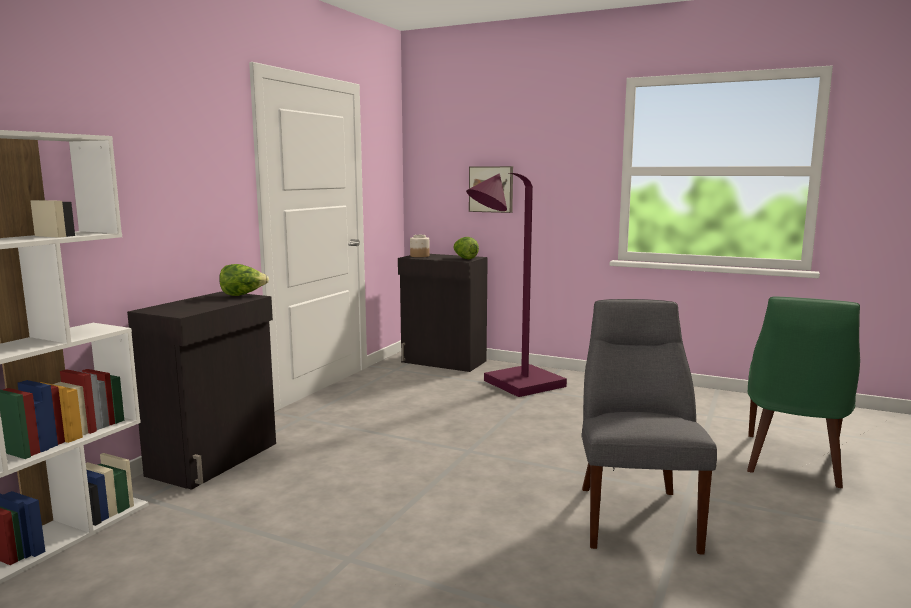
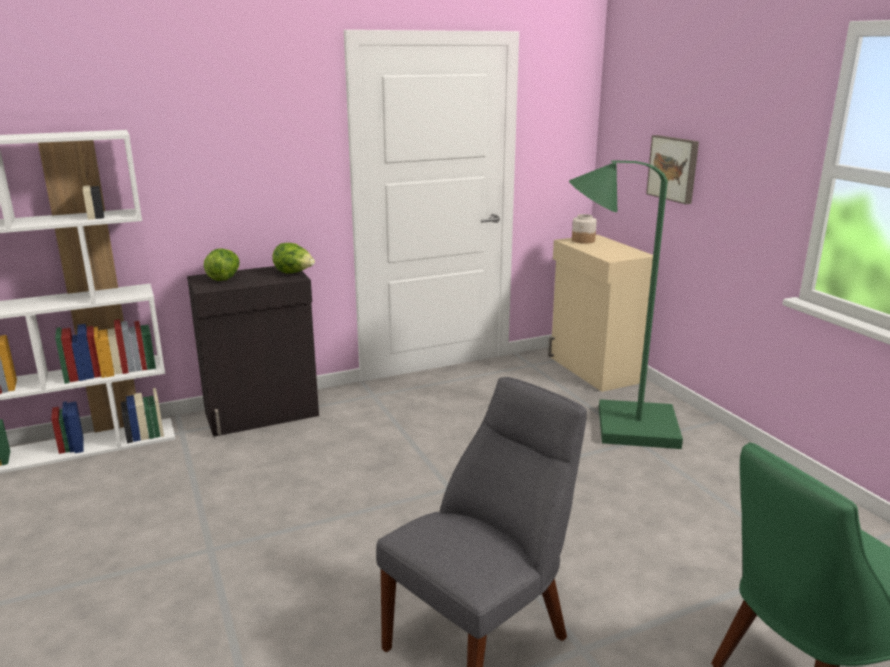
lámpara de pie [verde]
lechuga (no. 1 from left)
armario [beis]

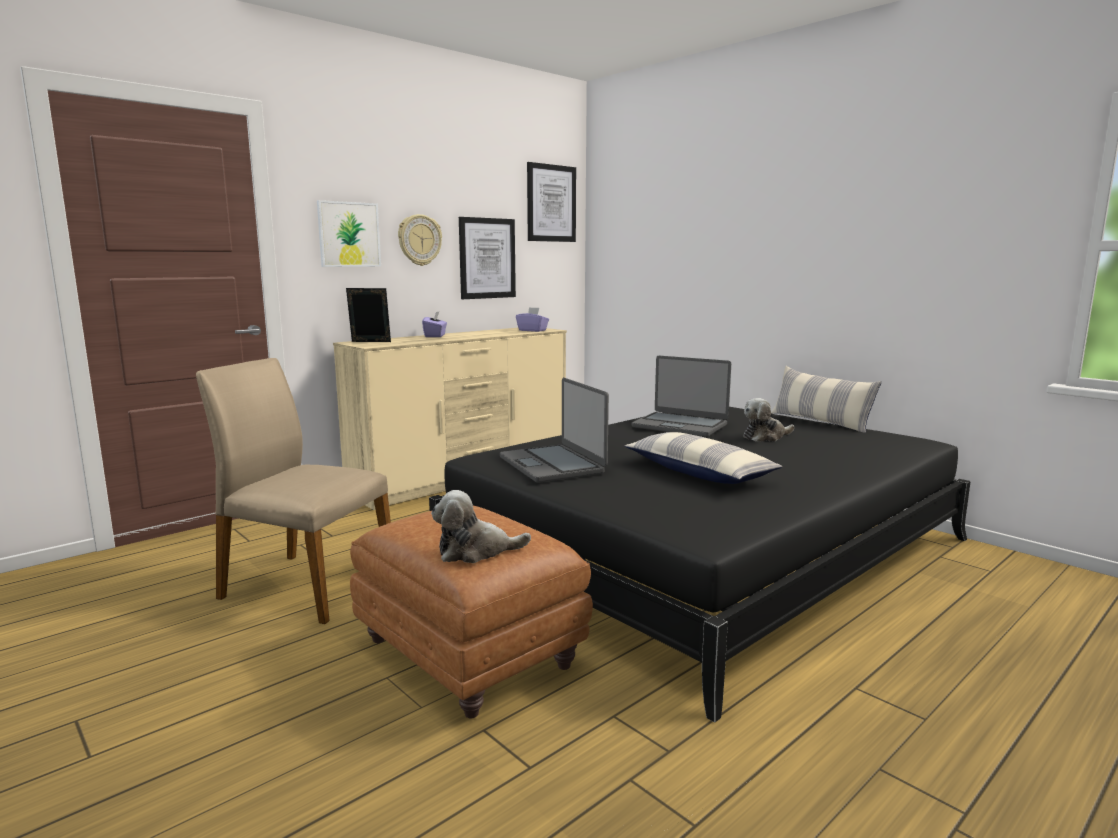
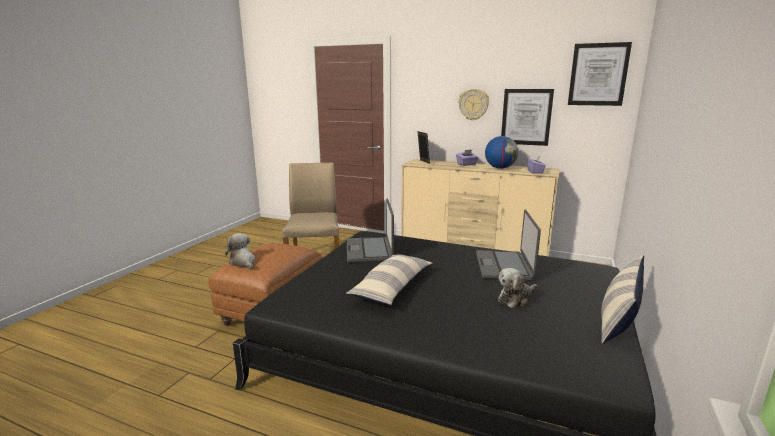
cuadro (no. 1 from left in the first image)
portátil (no. 1 from left)
peluche (no. 2 from left)
globo terráqueo

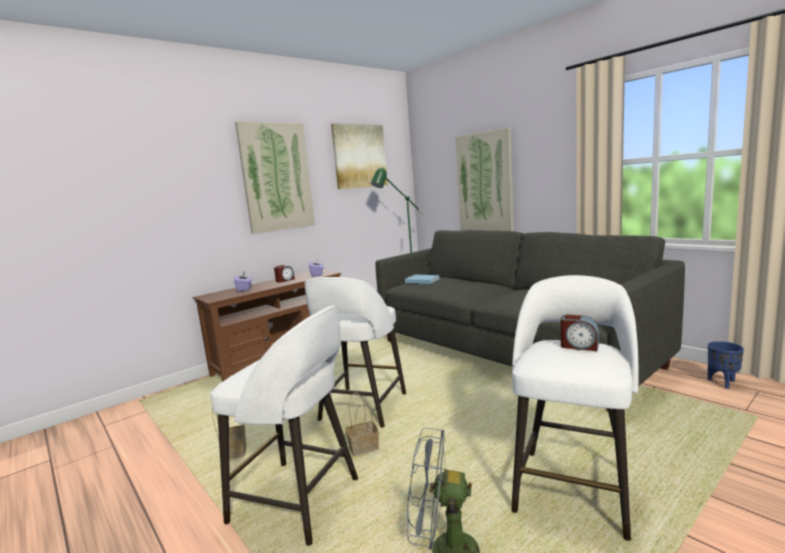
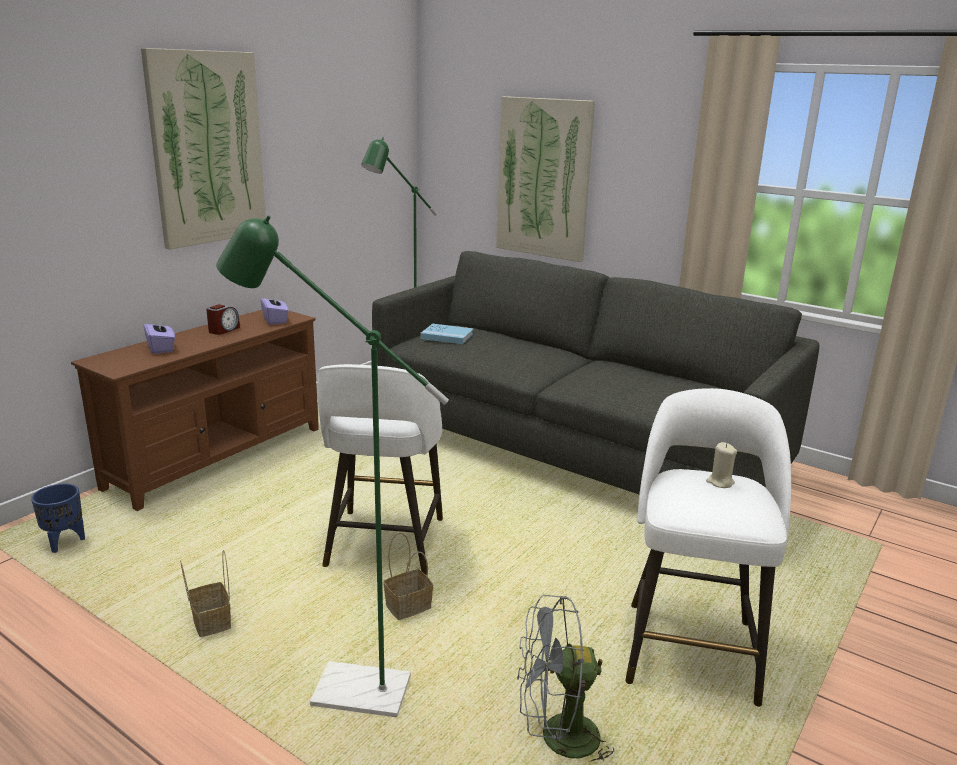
cuadro (no. 2 from left in the first image)
lámpara de pie [verde] (no. 1 from left)
vela [beis]
maceta [azul]

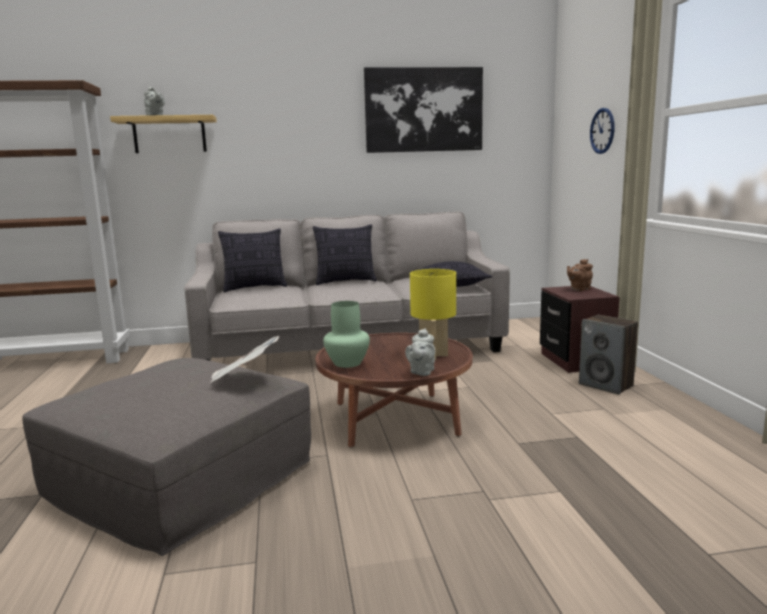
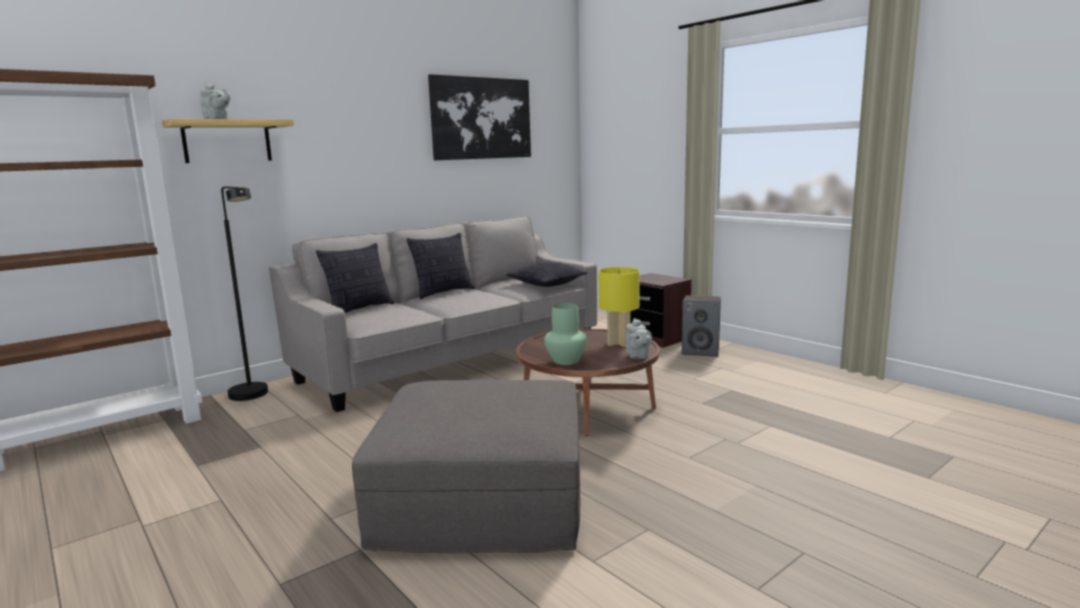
reloj de pared
tetera [marrón]
periódico
lámpara de pie [negro]

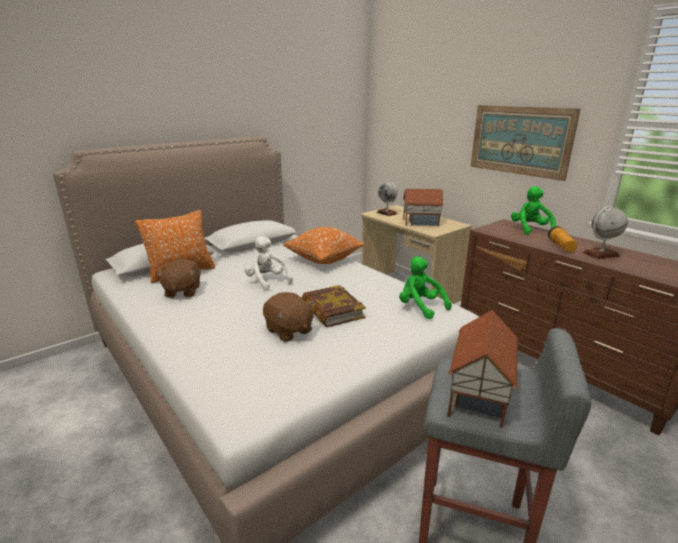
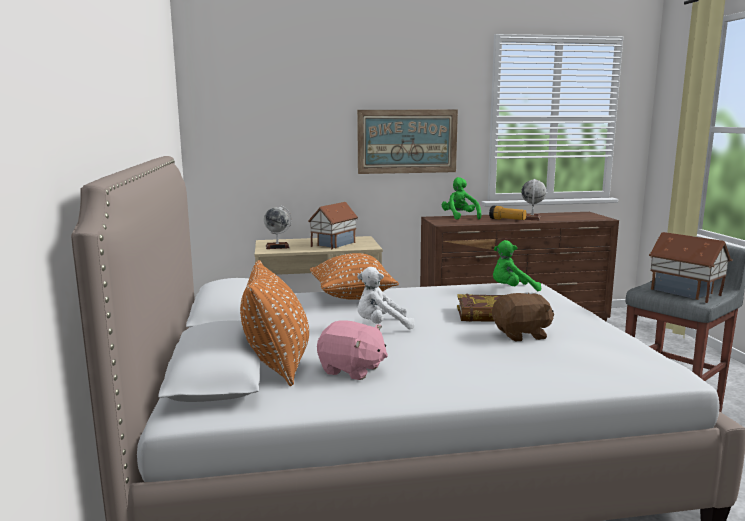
peluche [verde] (no. 1 from left)
peluche [rosa]

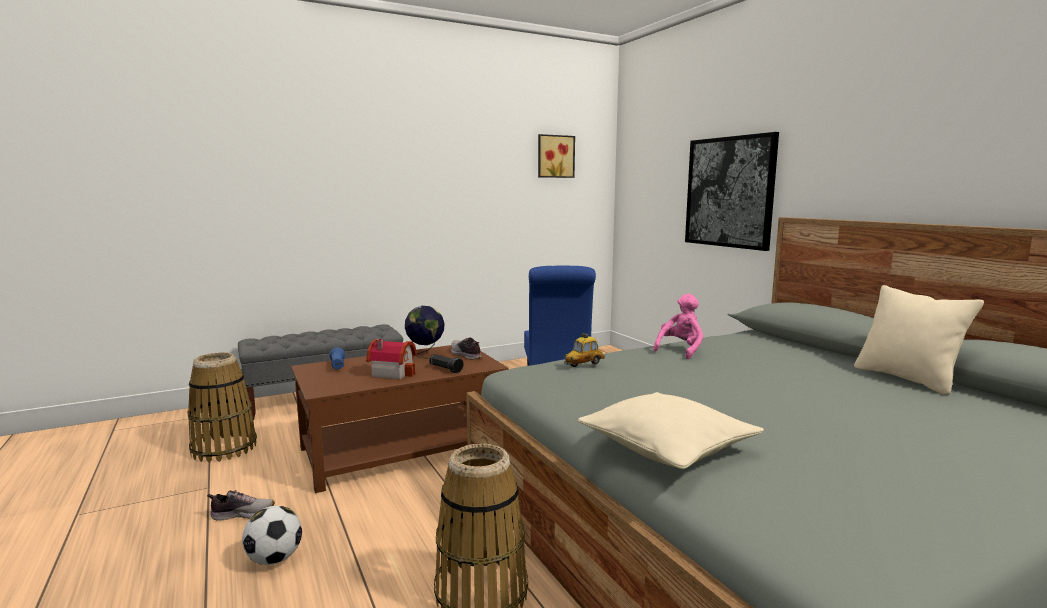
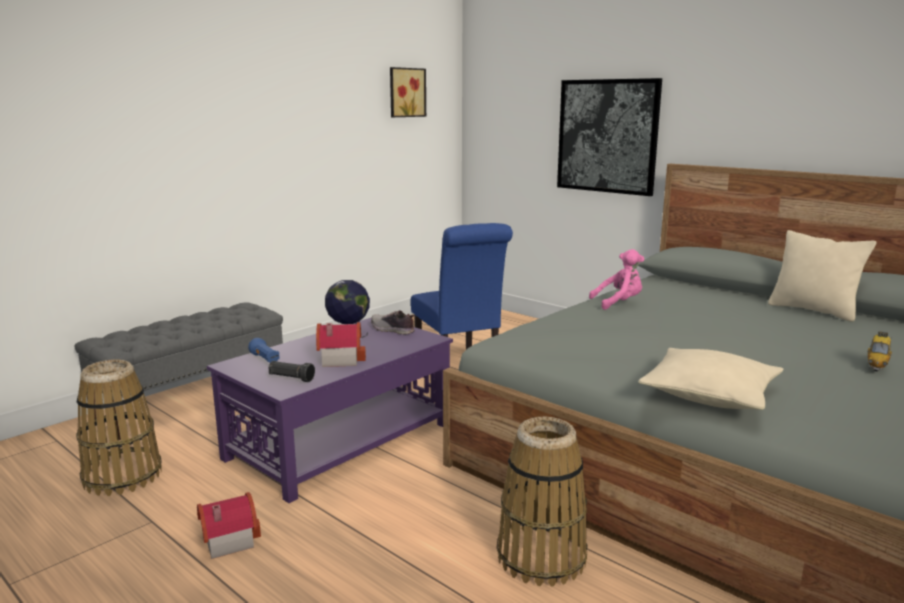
peluche [rosa]
coche de juguete
mesa de centro [morado]
linterna [negro]
casita (no. 1 from left)
balón de fútbol

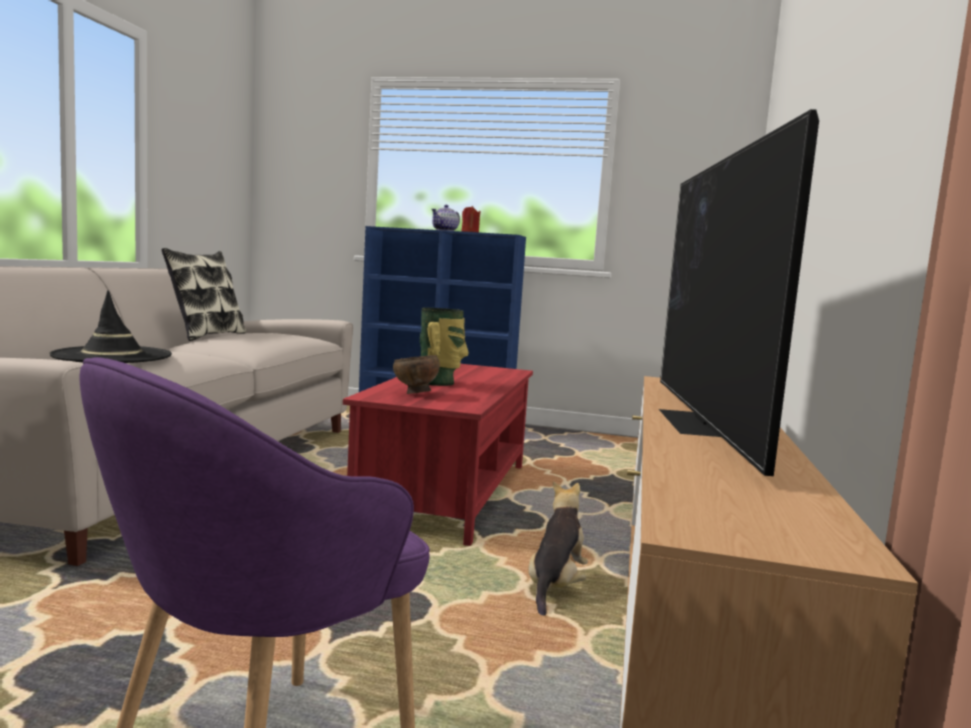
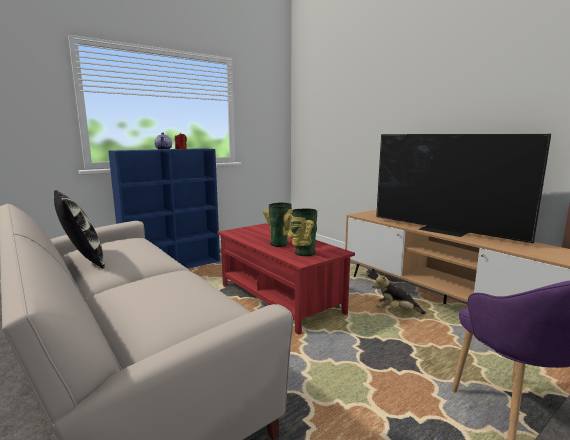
sombrero [negro]
florero (no. 2 from left)
peluche

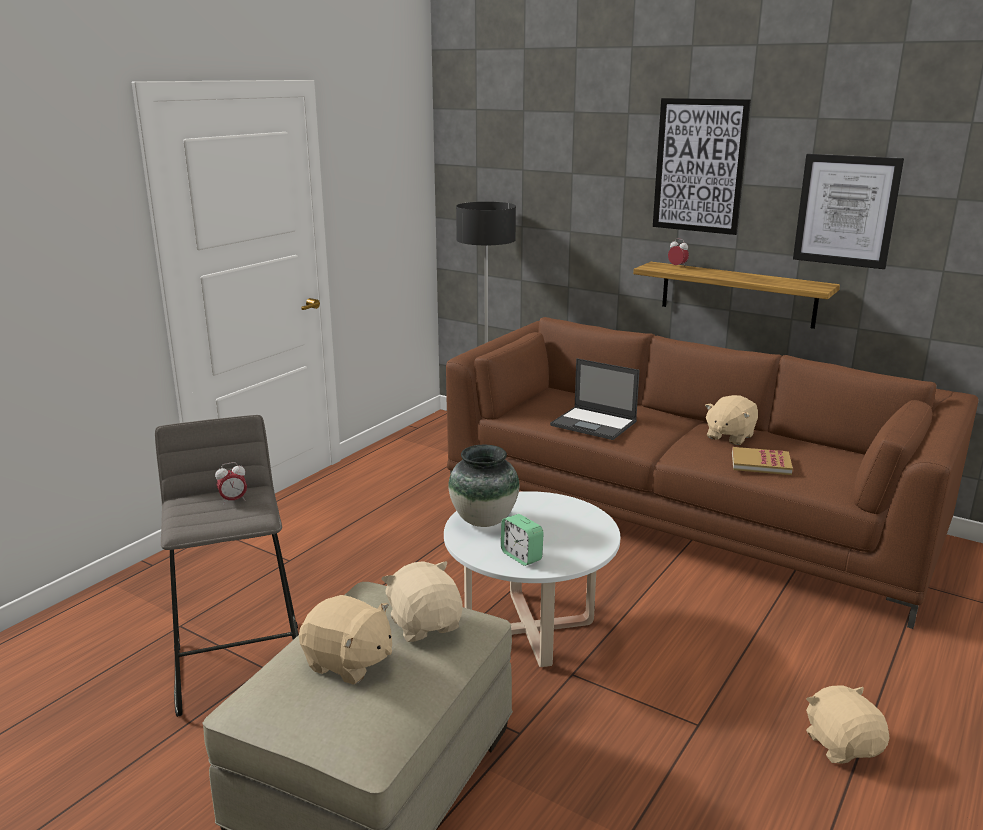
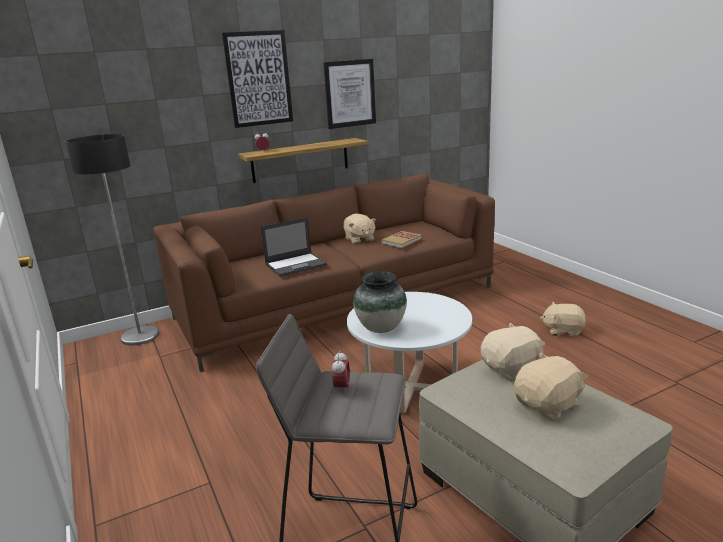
despertador (no. 2 from left in the first image)
peluche [beis] (no. 2 from left)

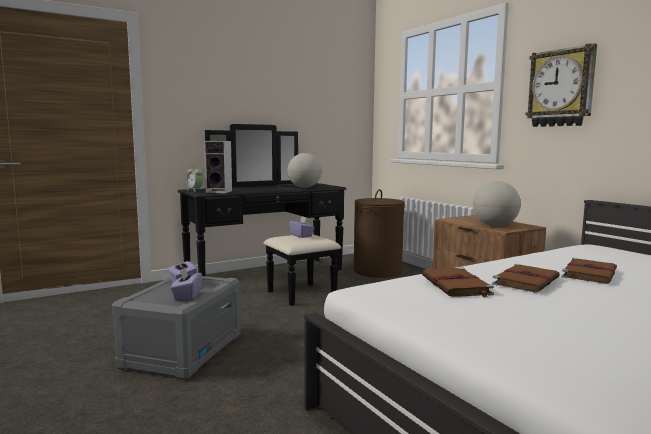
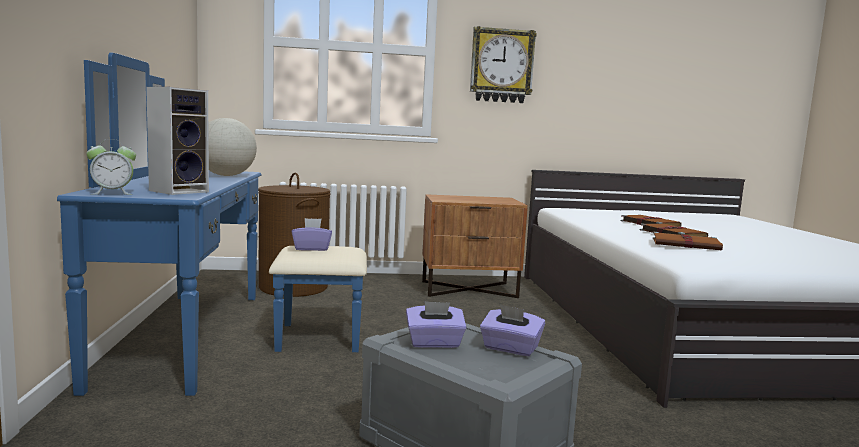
cómoda [azul]
globo terráqueo (no. 2 from left in the first image)

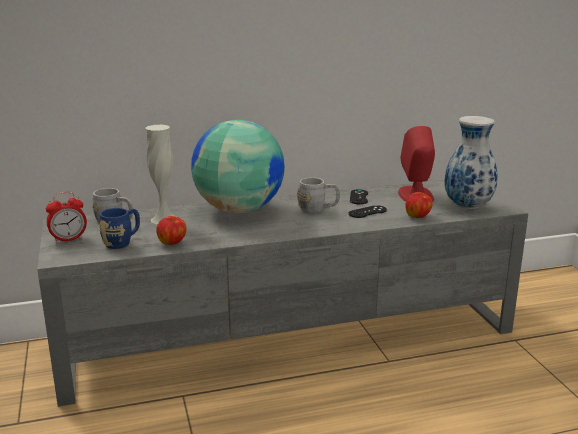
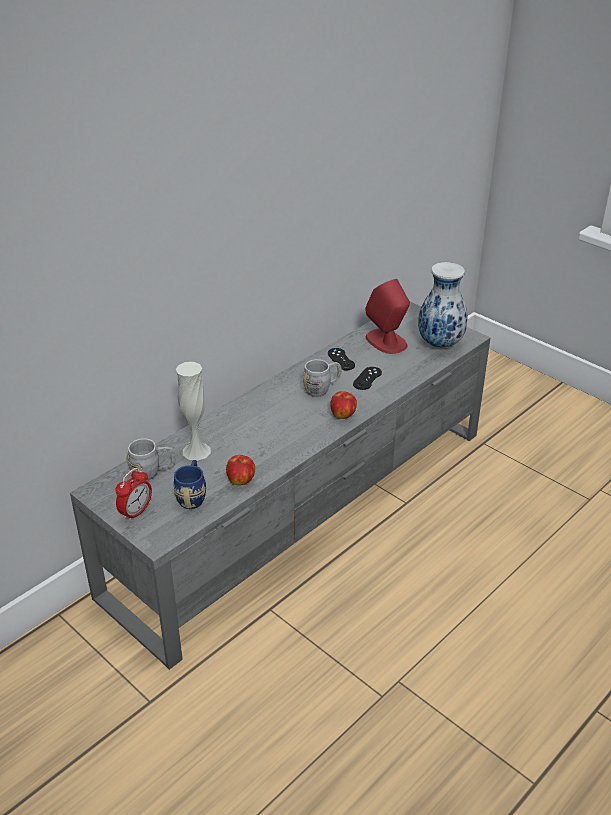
globo terráqueo
manzana (no. 2 from left)

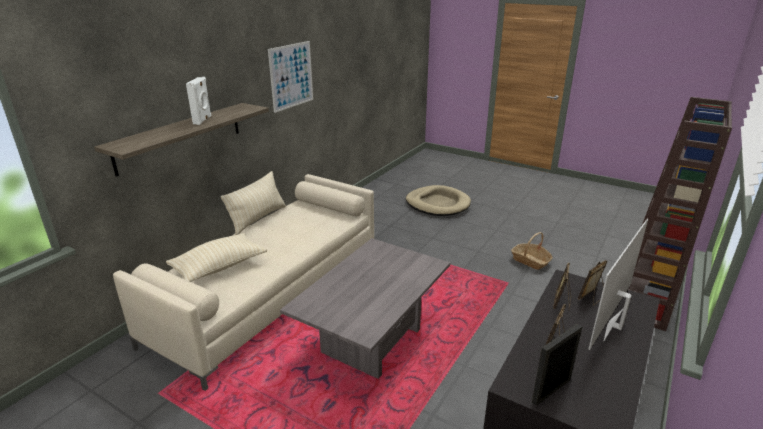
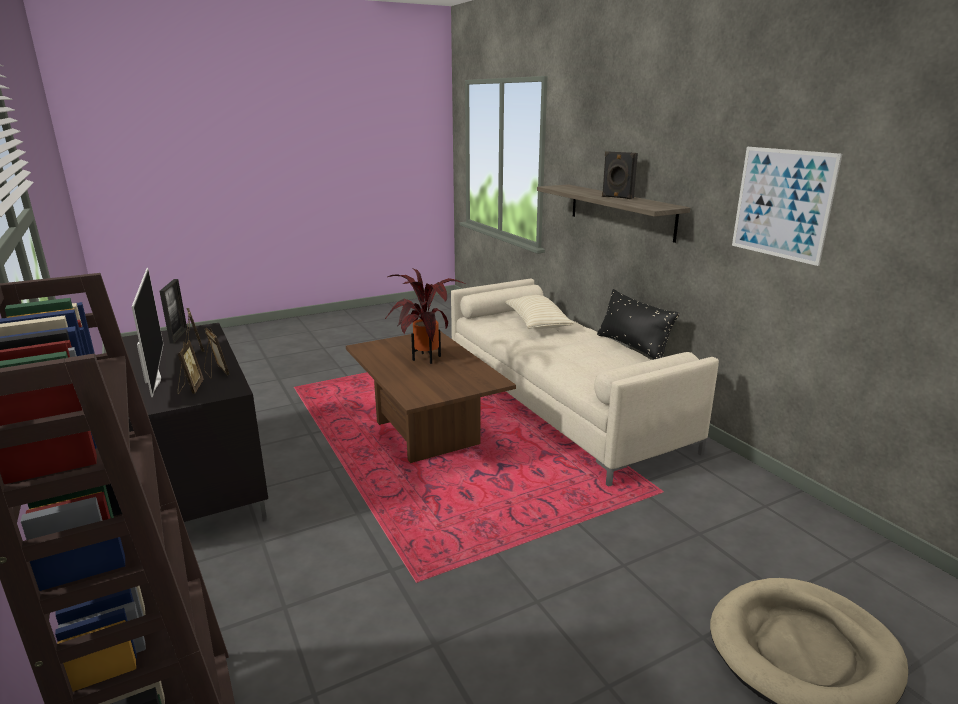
altavoz [negro]
cojín [negro]
cesta
mesa de centro [marrón]
planta en maceta

